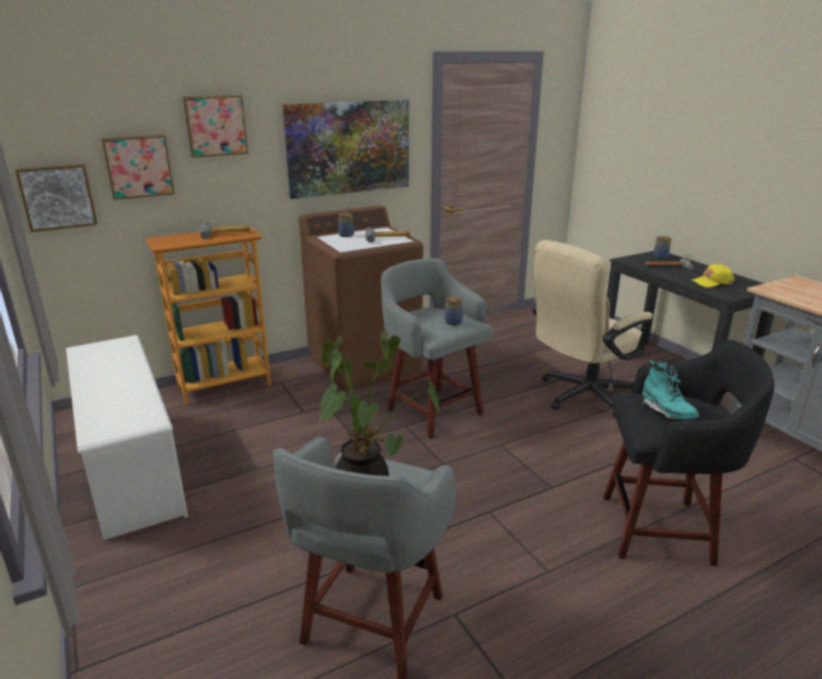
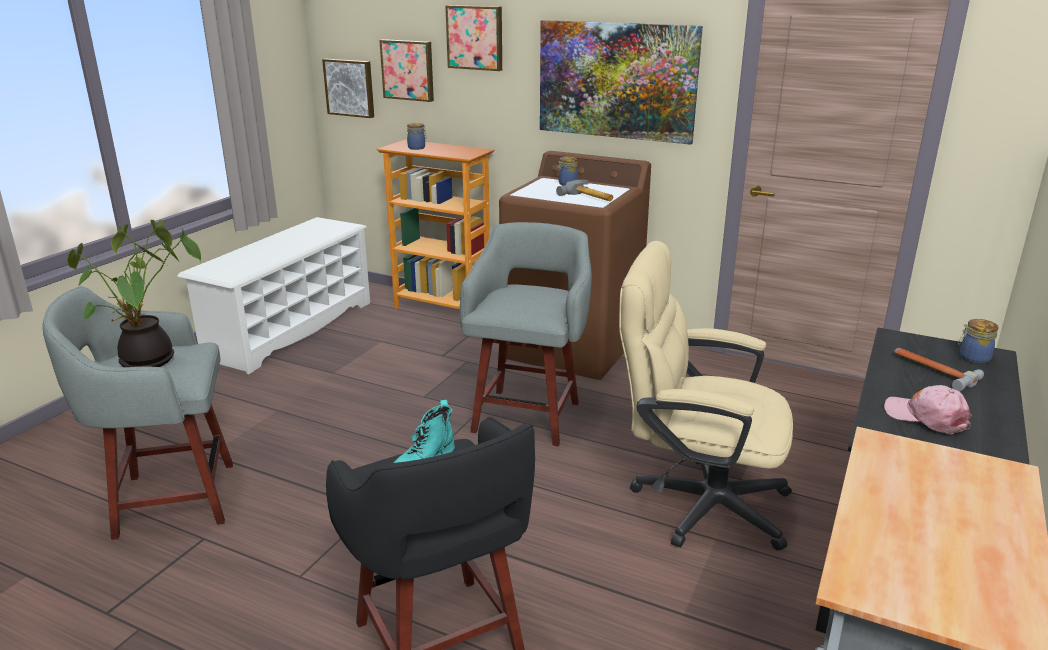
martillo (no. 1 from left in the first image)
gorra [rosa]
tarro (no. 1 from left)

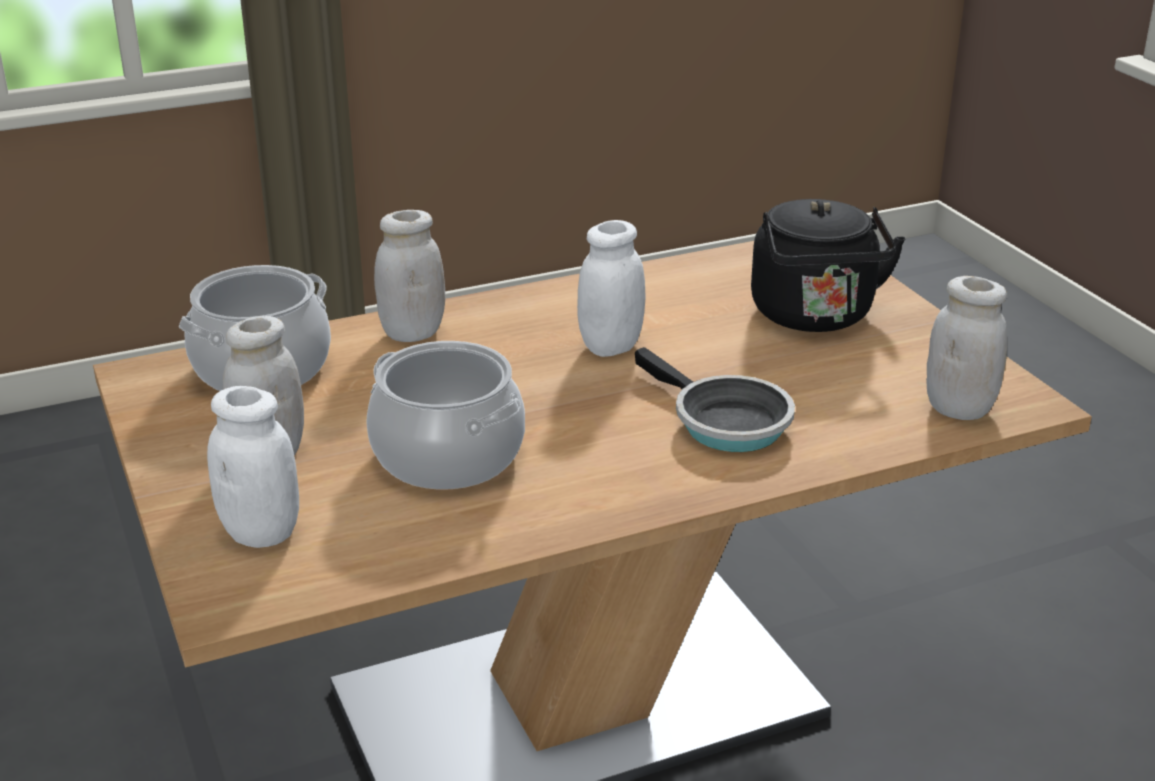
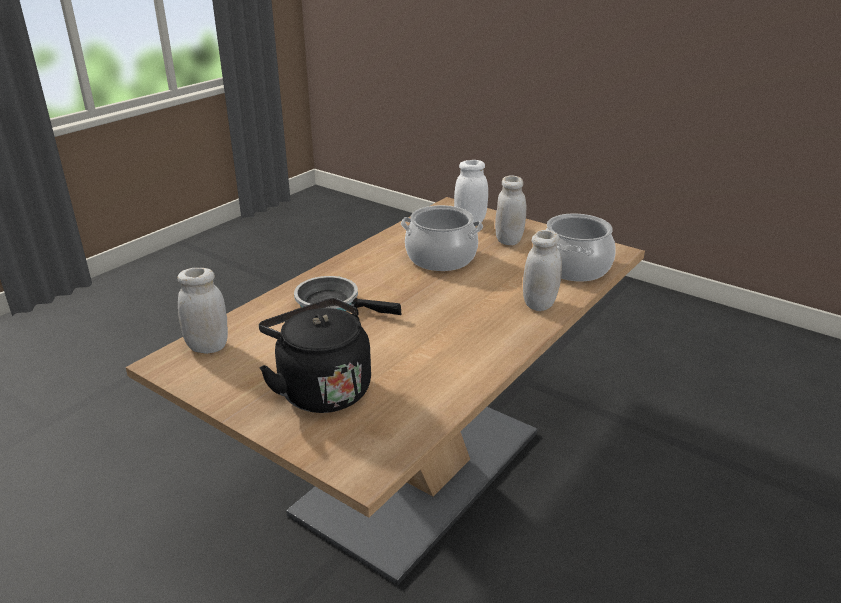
tarro [blanco] (no. 4 from left in the first image)

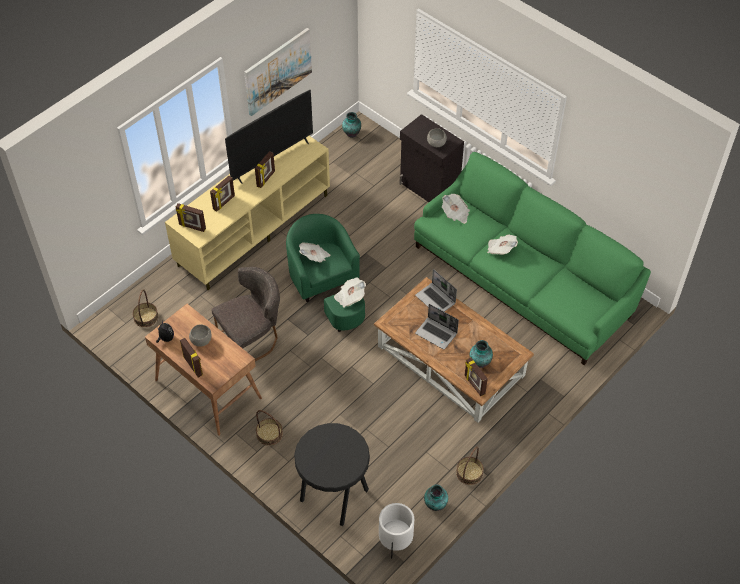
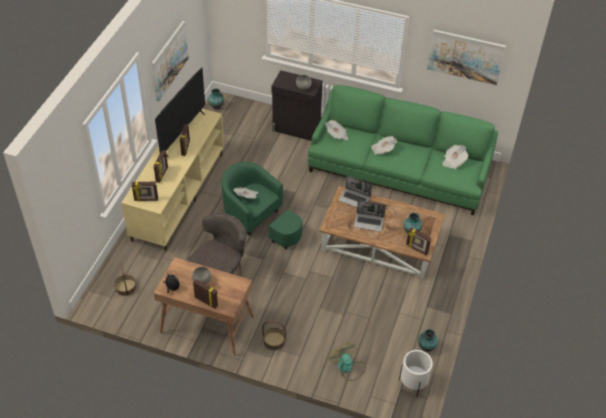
periódico (no. 4 from left)
ventilador
cesta (no. 3 from left in the first image)
cuadro (no. 2 from left)

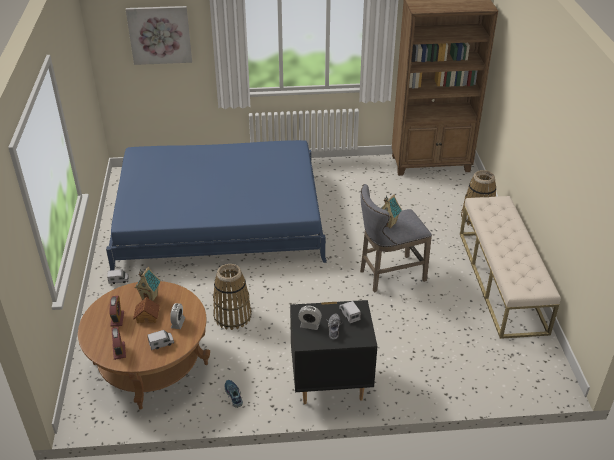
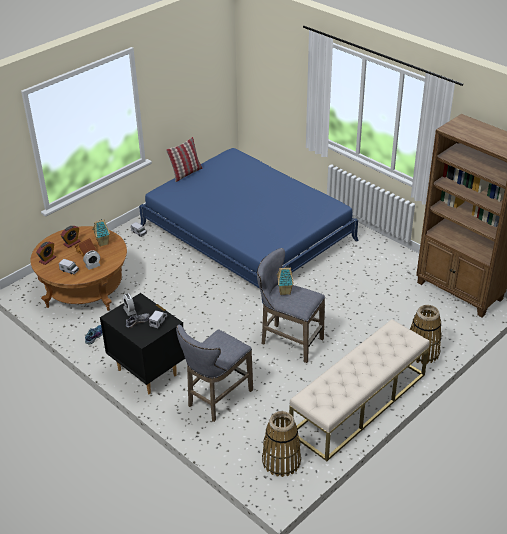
cuadro
cesta (no. 1 from left)
cojín
taburete [gris] (no. 1 from left)

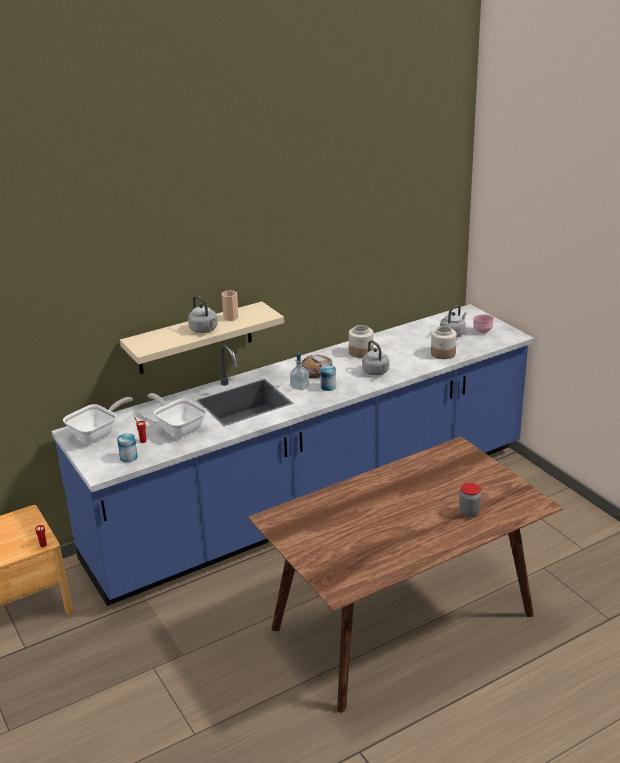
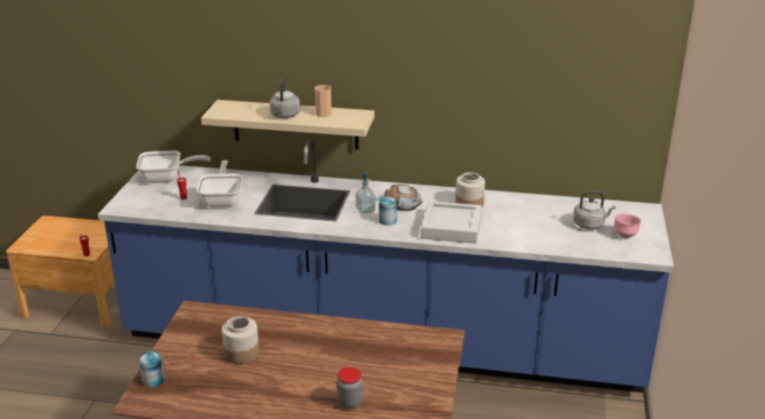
tarro (no. 1 from left)
bandeja [gris]
lata (no. 1 from left)

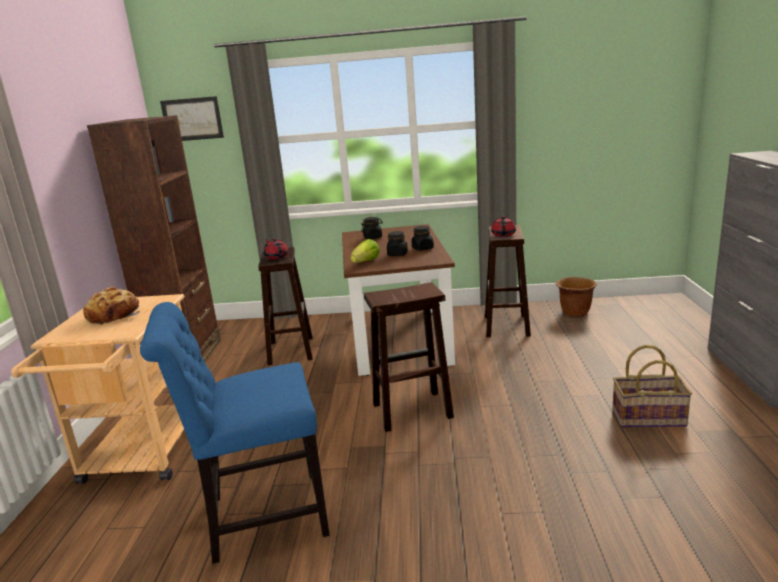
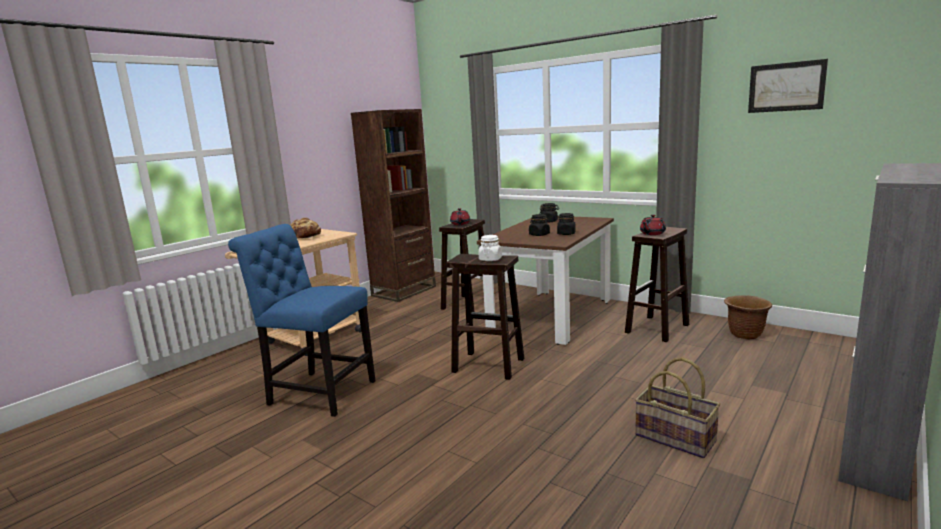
cuadro
lechuga
tarro [blanco]

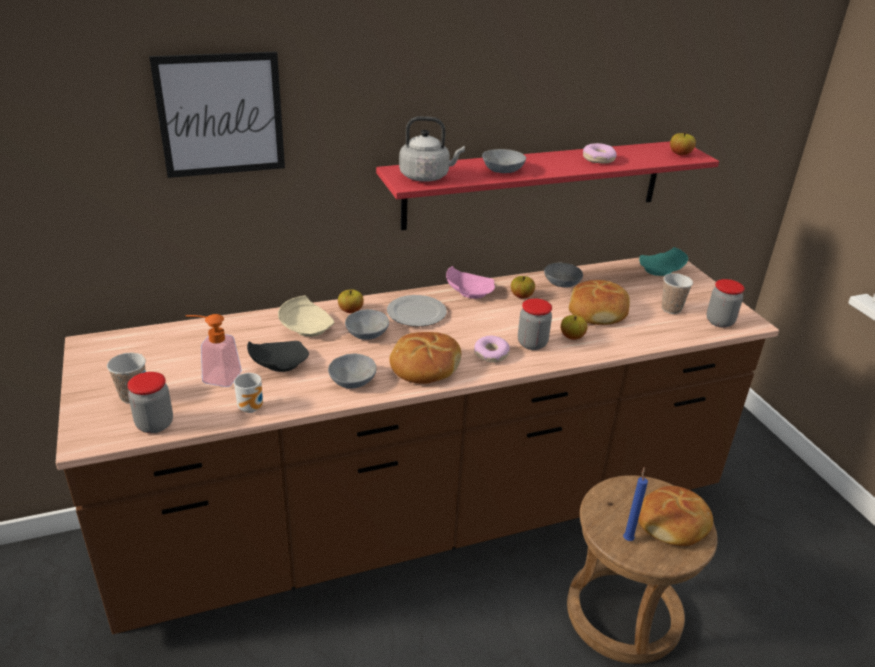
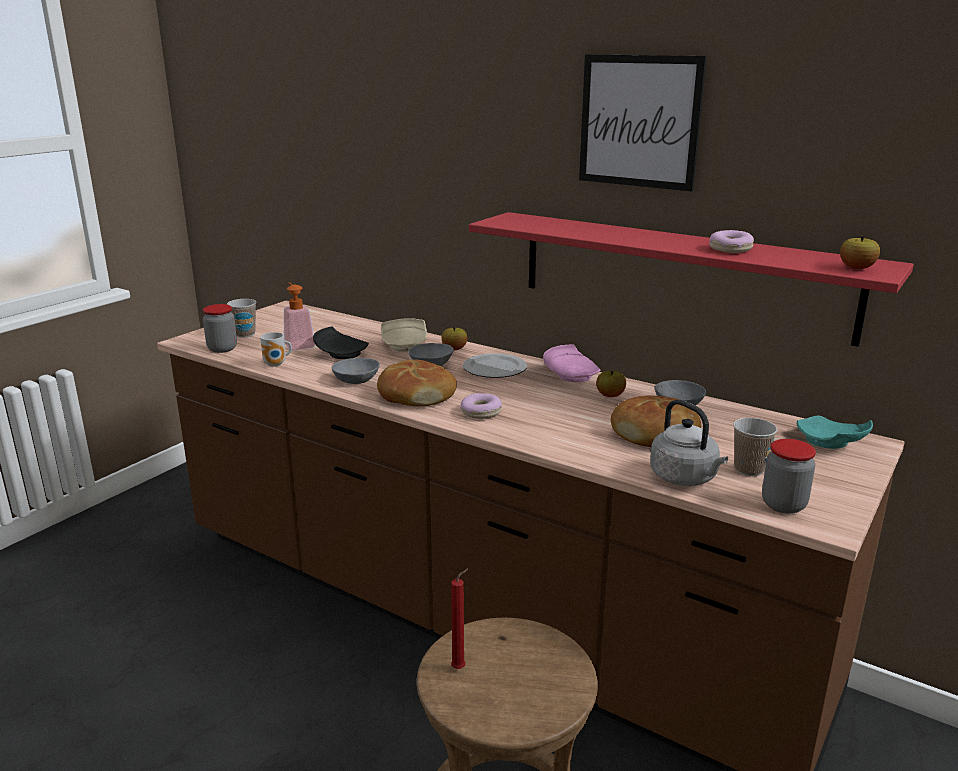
cuadro
hervidor [gris]
cuenco [gris] (no. 3 from left in the first image)
tarro (no. 2 from left in the first image)
manzana (no. 3 from left in the first image)
vela [rojo]
pan (no. 3 from left in the first image)

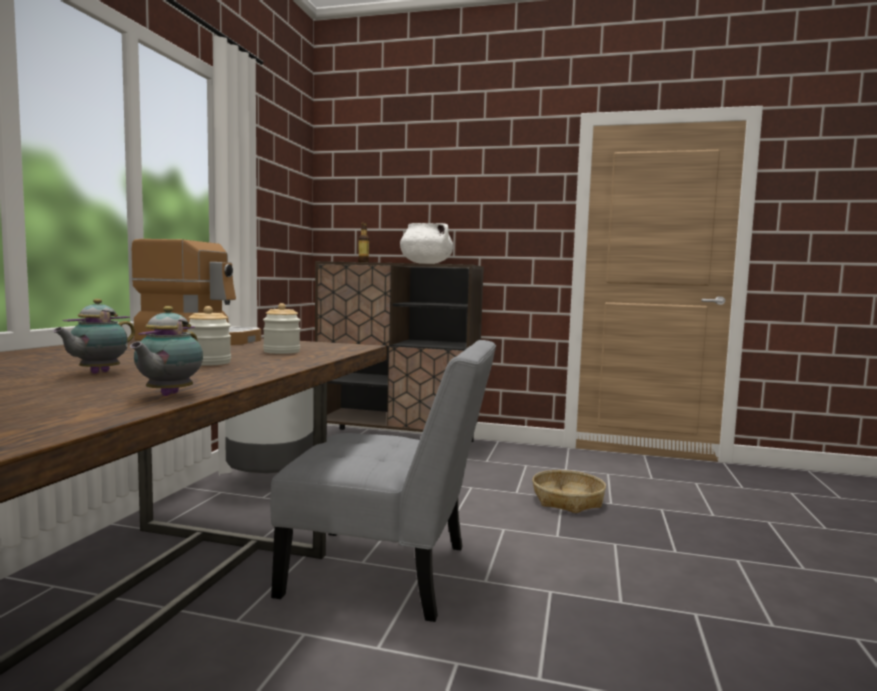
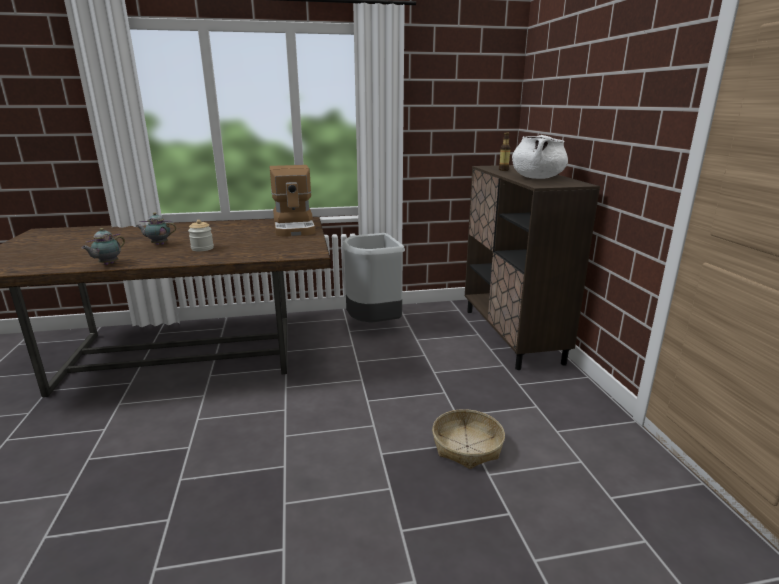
tarro (no. 2 from left in the first image)
tetera (no. 1 from left)
silla [gris]

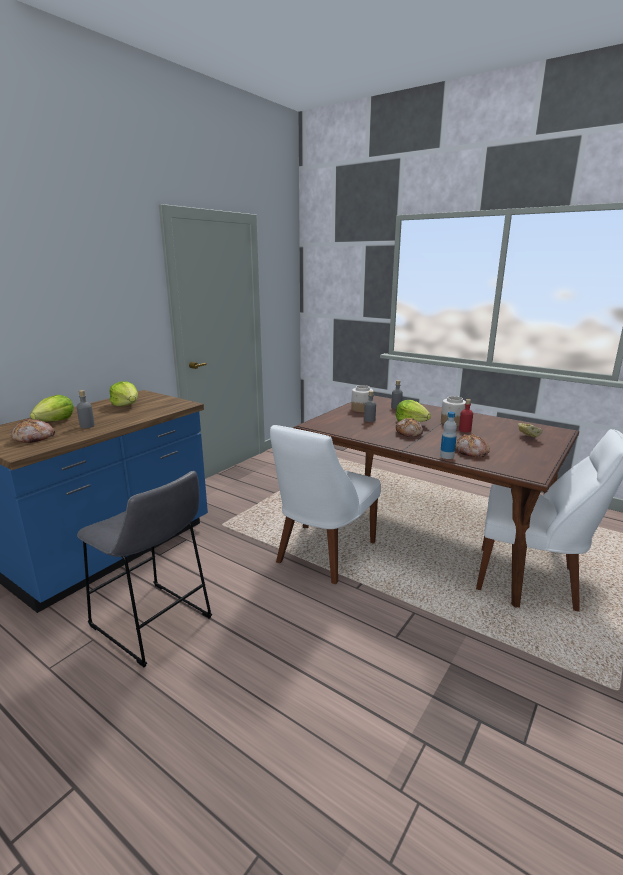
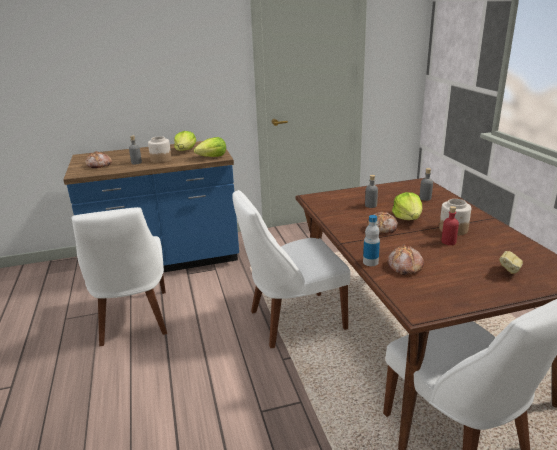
tarro (no. 1 from left)
lechuga (no. 2 from left)
silla [blanco] (no. 1 from left)

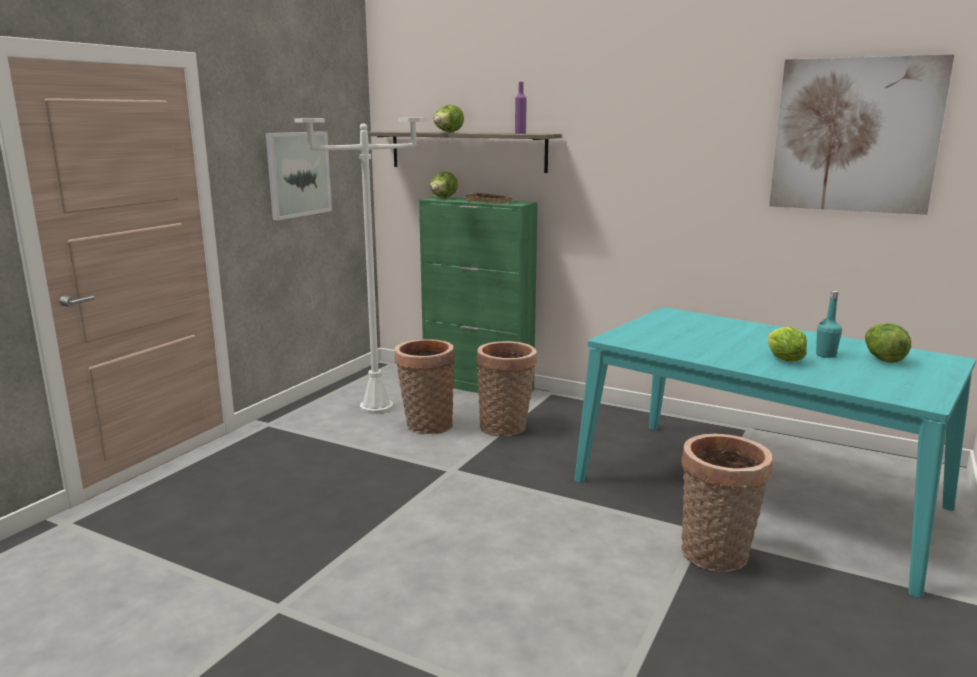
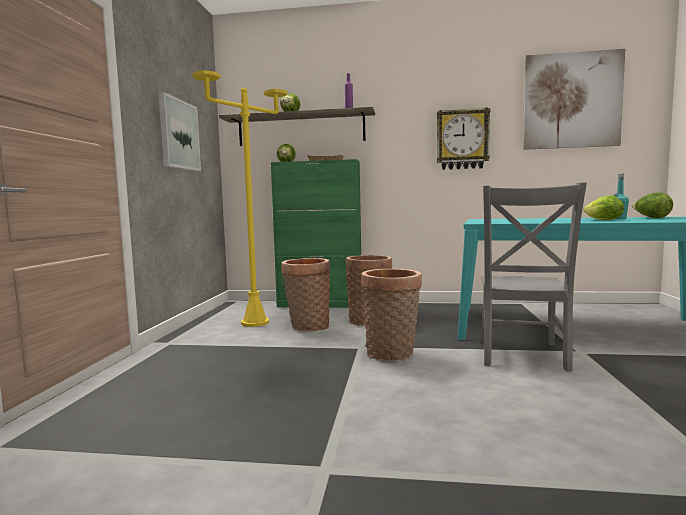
lámpara de pie [amarillo]
cesta (no. 3 from left)
reloj de pared
silla [gris]

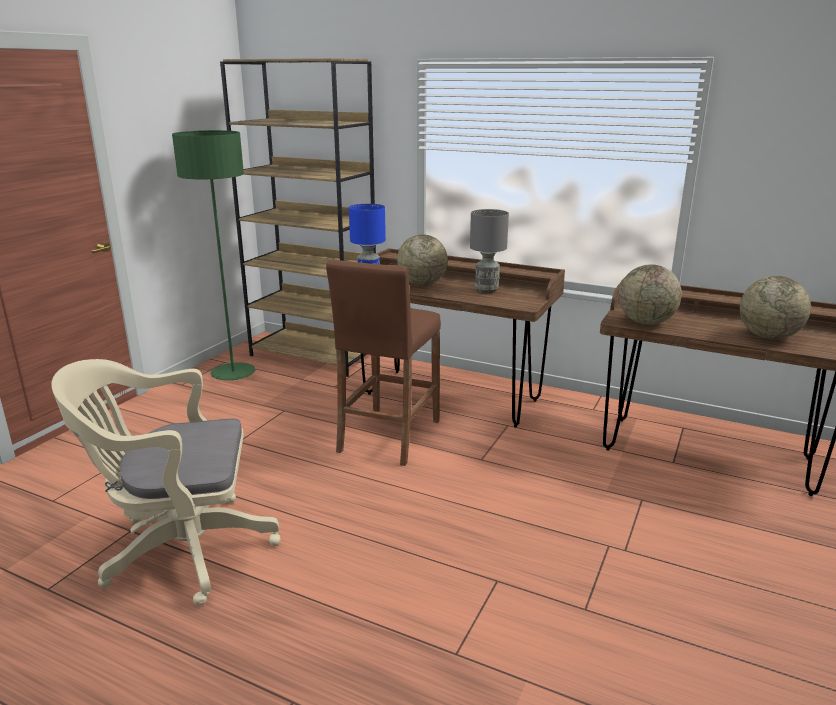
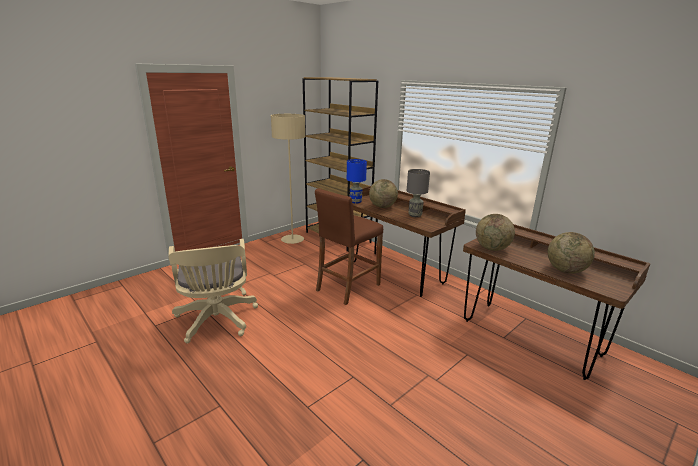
lámpara de pie [beis]
silla de oficina [beis]

